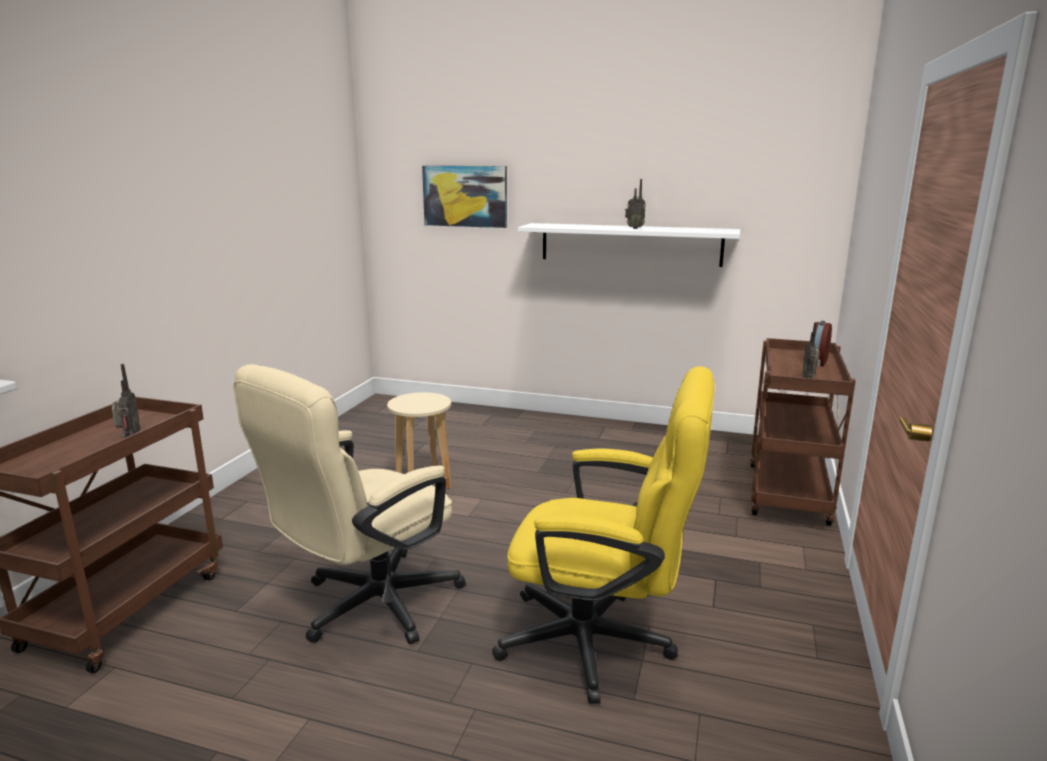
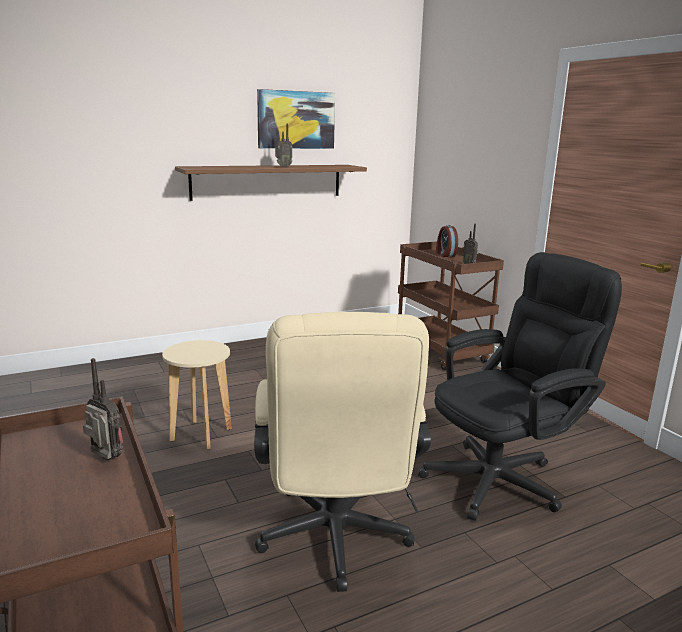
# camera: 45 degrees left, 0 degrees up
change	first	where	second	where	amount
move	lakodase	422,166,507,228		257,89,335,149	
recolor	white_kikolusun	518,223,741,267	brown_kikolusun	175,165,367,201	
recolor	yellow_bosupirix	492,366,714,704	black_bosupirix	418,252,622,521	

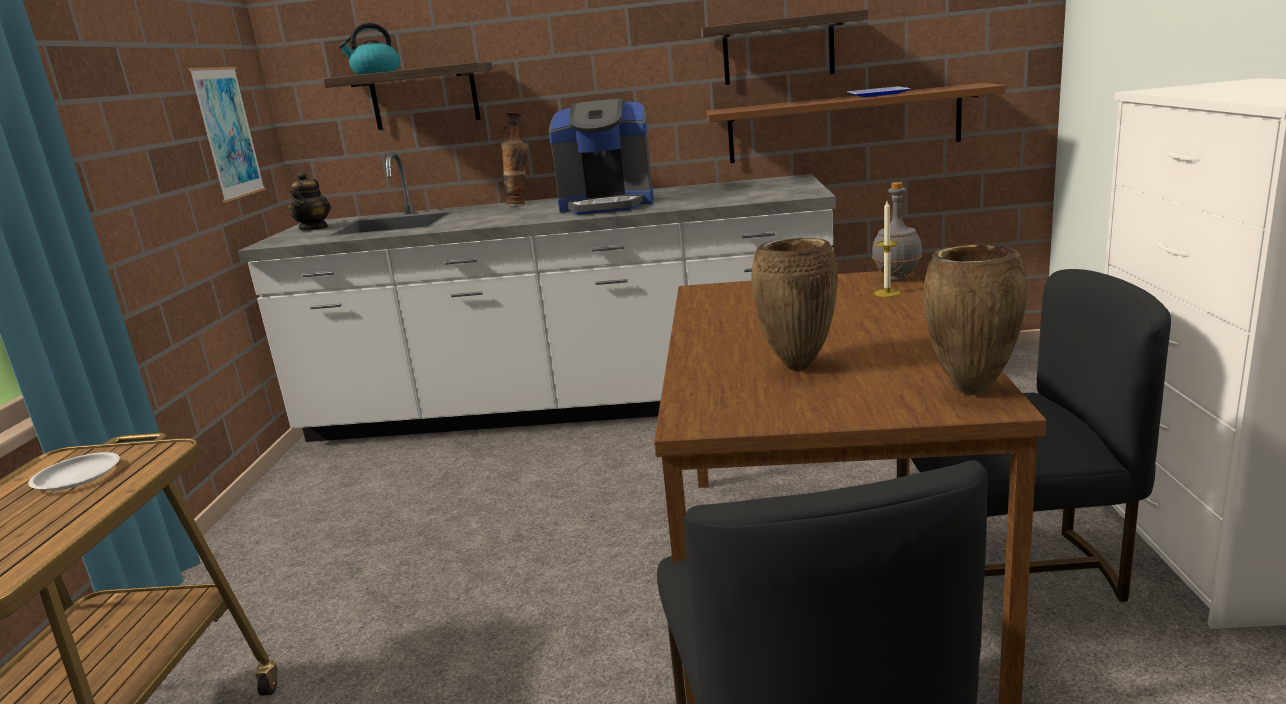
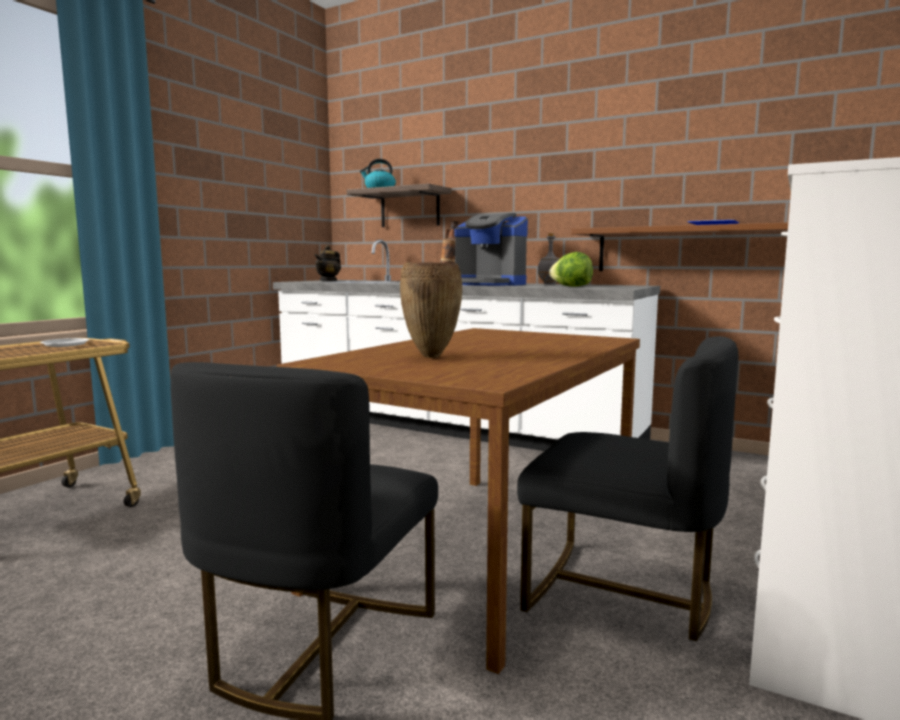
# camera: 25 degrees right, 10 degrees down
change	first	where	second	where	amount
delete	kikolusun	701,9,868,85			
delete	lakodase	188,67,266,202			
move	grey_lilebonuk	872,182,922,281		538,233,560,284	
delete	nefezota	875,201,900,297			
delete	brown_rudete	924,244,1027,395			
insert			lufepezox	549,252,593,287	

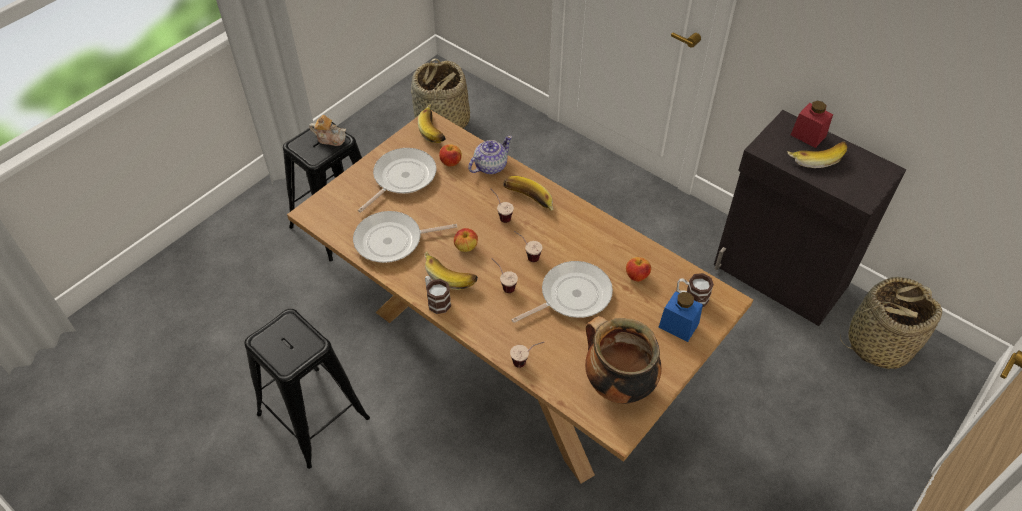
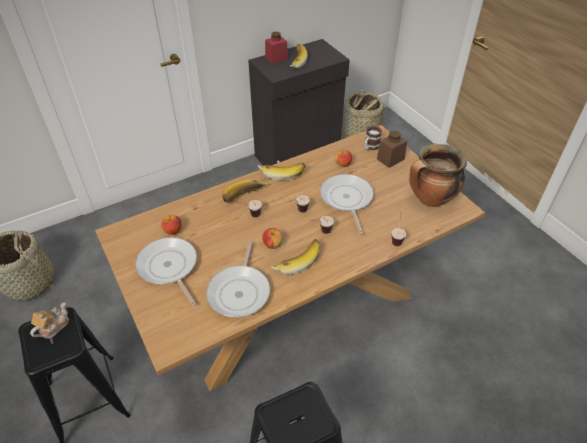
# camera: 70 degrees left, 5 degrees down
change	first	where	second	where	amount
move	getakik	418,104,446,143		258,162,306,180	
delete	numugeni	468,135,512,174			
delete	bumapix	425,276,451,314			
recolor	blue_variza	659,291,703,342	brown_variza	377,131,407,168	

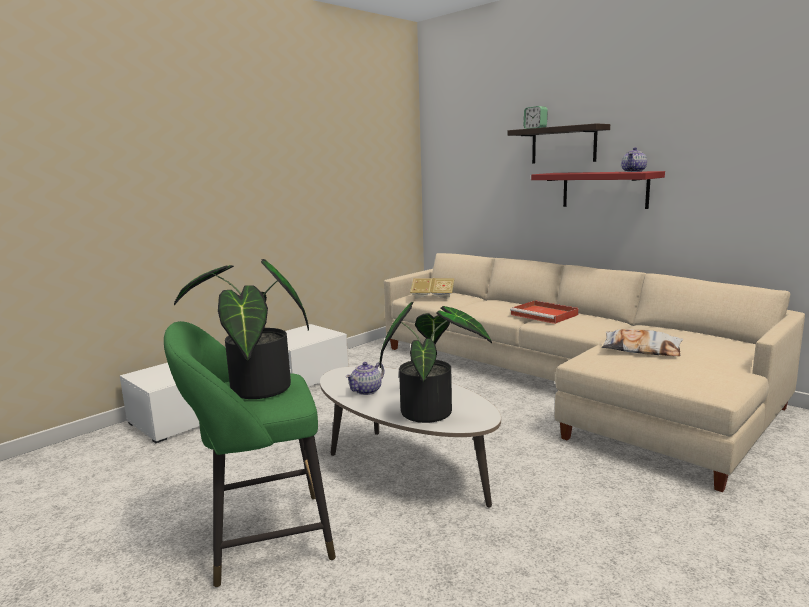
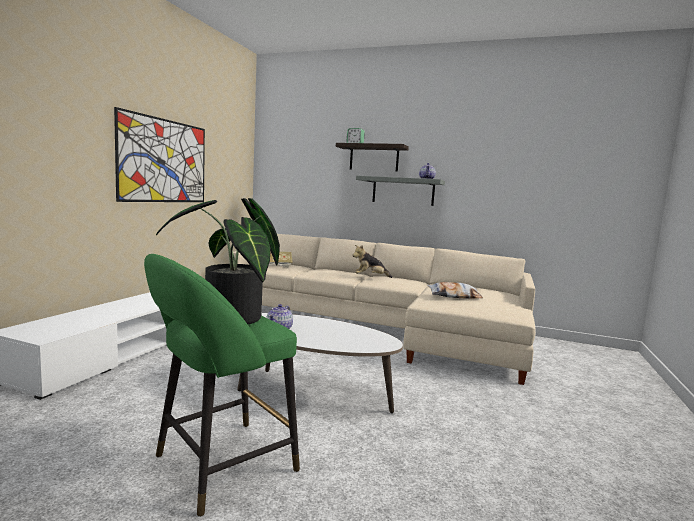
# camera: 25 degrees left, 5 degrees down
change	first	where	second	where	amount
recolor	red_kikolusun	531,171,665,209	grey_kikolusun	356,176,445,206	
replace	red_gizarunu	510,300,579,324	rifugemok	353,245,393,278	
delete	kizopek	379,302,492,423			
insert			lakodase	114,107,205,202	

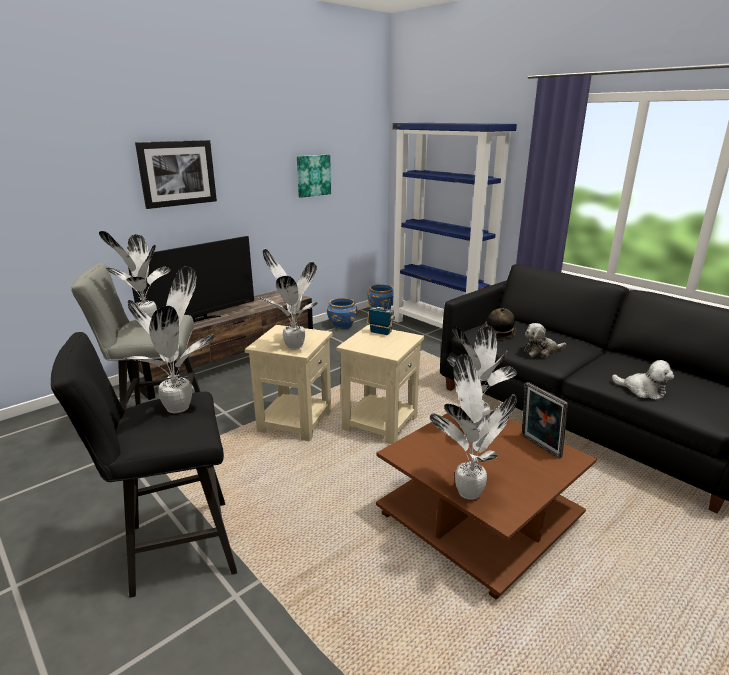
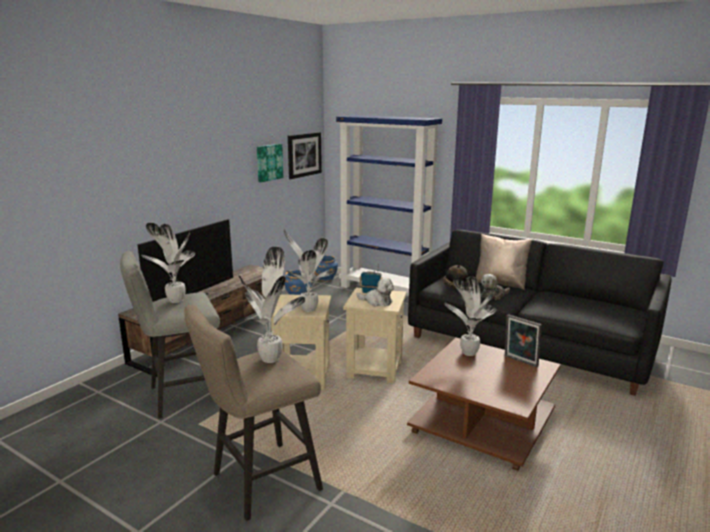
# camera: 15 degrees left, 5 degrees down
change	first	where	second	where	amount
move	lakodase	135,140,217,209		288,132,322,179	
recolor	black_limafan	51,332,237,598	beige_limafan	184,305,323,521	
delete	kizopek	430,355,517,500			
move	rifugemok	612,360,674,400		356,277,394,307	
insert			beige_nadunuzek	476,234,532,290	

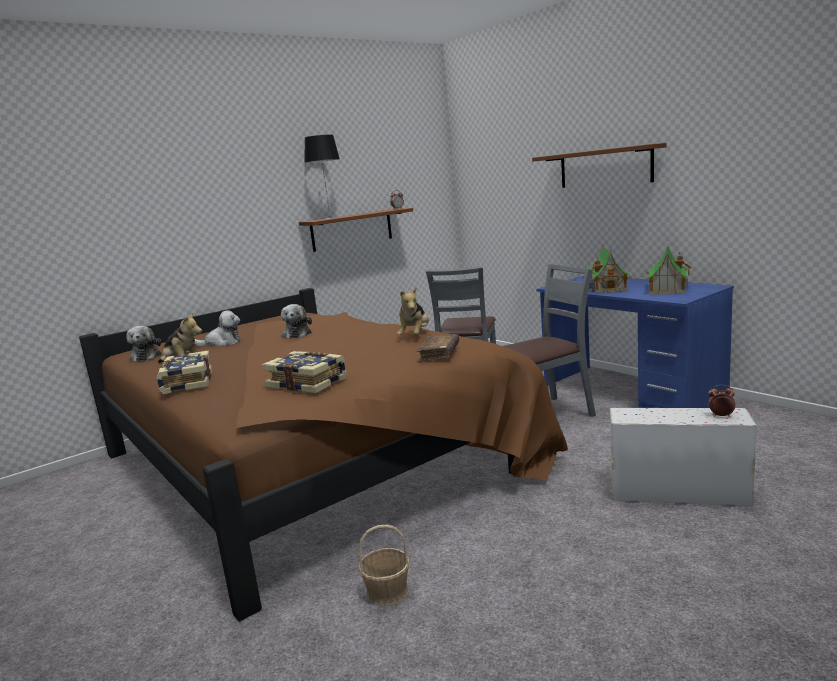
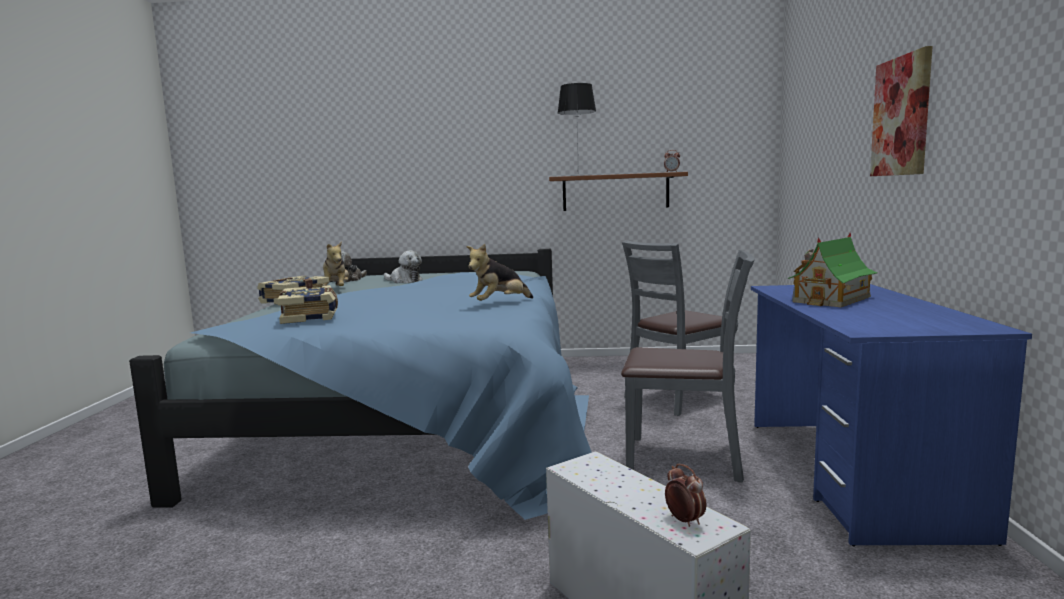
# camera: 40 degrees right, 5 degrees down
change	first	where	second	where	amount
replace	brown_kikolusun	532,143,667,188	lakodase	870,46,933,176	
delete	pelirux	647,246,691,295			
recolor	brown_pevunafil	79,288,568,621	blue_pevunafil	129,249,592,520	
delete	rifugemok	281,304,312,339			
delete	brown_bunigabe	417,334,459,363			
delete	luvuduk	358,525,410,606			

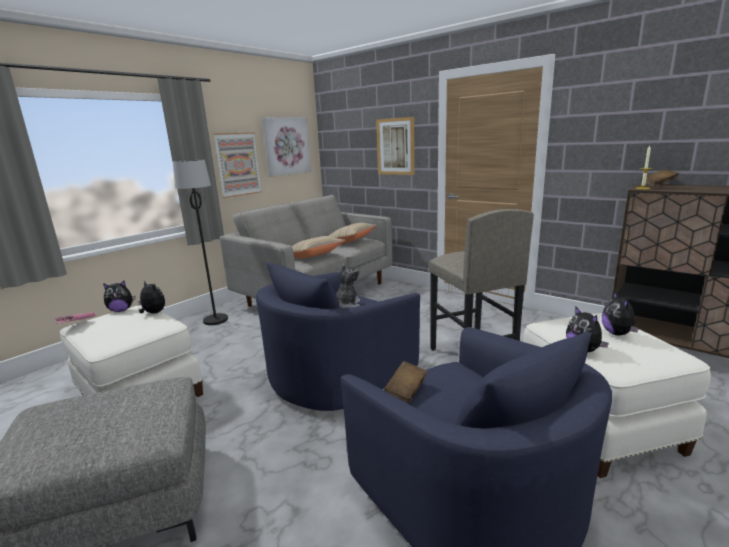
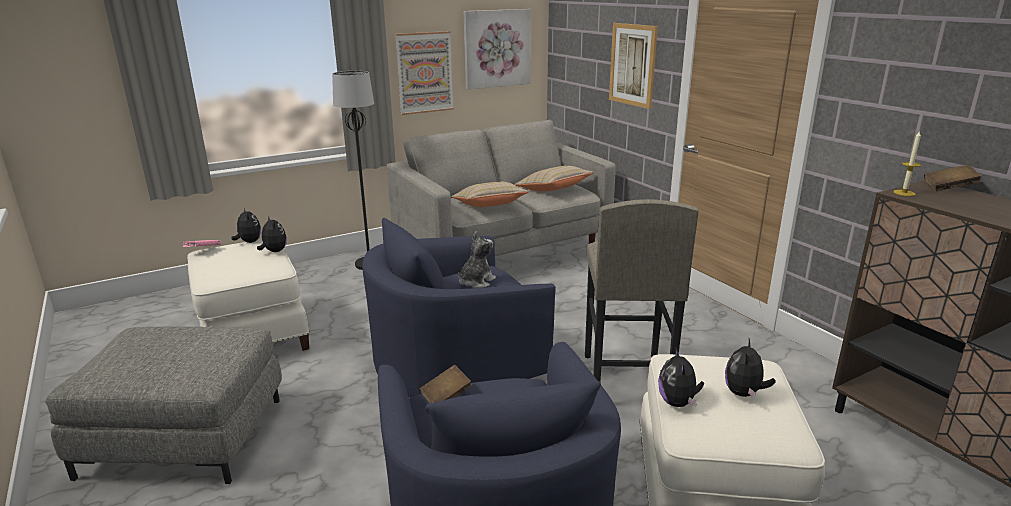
# camera: 20 degrees right, 5 degrees up
change	first	where	second	where	amount
rotate	rifugemok	103,281,136,312		231,207,261,243	120 degrees counterclockwise

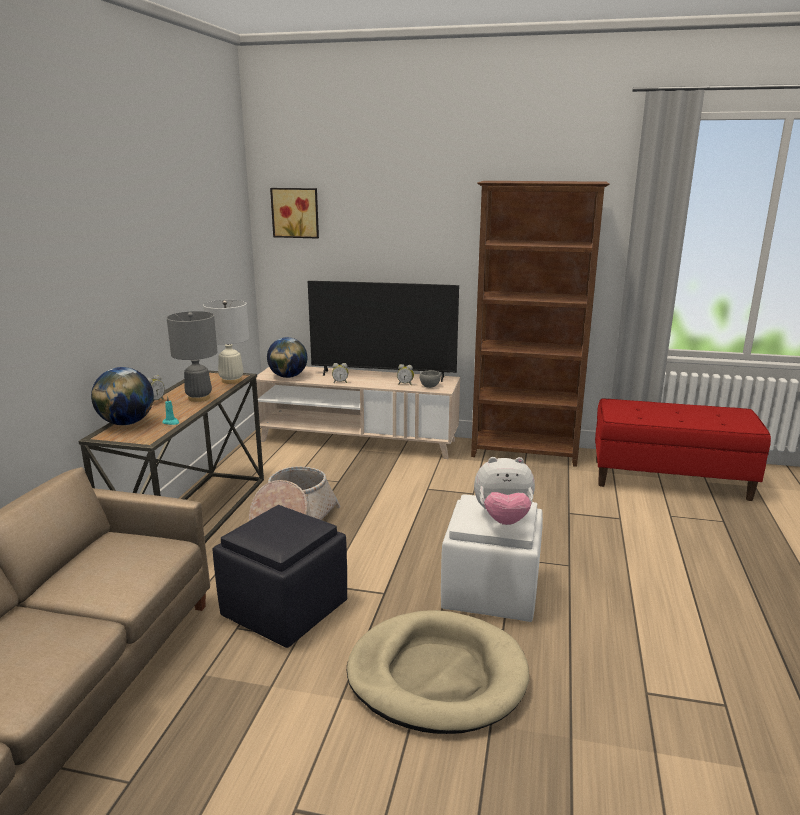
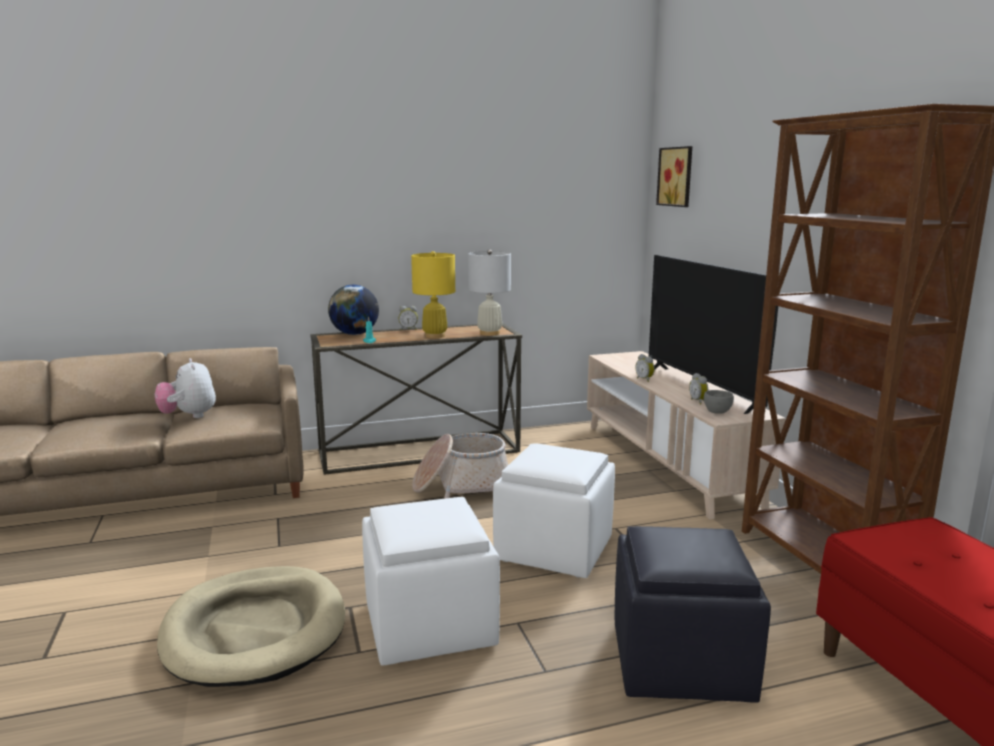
# camera: 60 degrees right, 5 degrees down
change	first	where	second	where	amount
recolor	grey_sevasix	167,311,218,402	yellow_sevasix	411,251,455,338	
delete	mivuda	267,337,308,378			
move	rifugemok	474,457,535,525		155,358,216,418	
move	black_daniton	213,505,347,648		615,526,771,703	
insert			white_daniton	493,443,615,578	

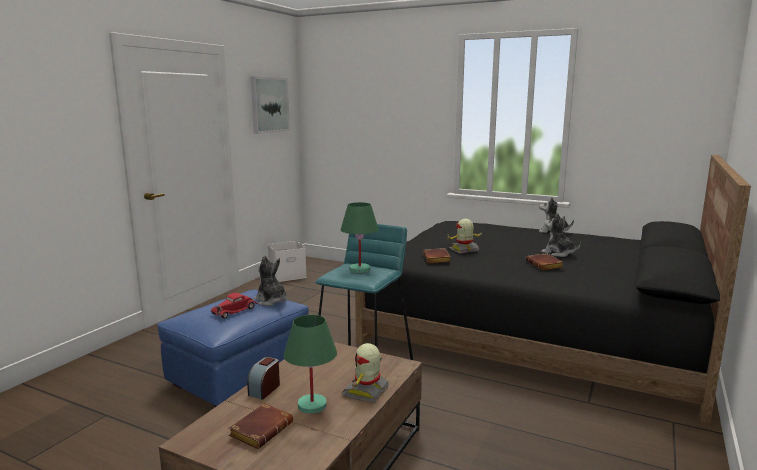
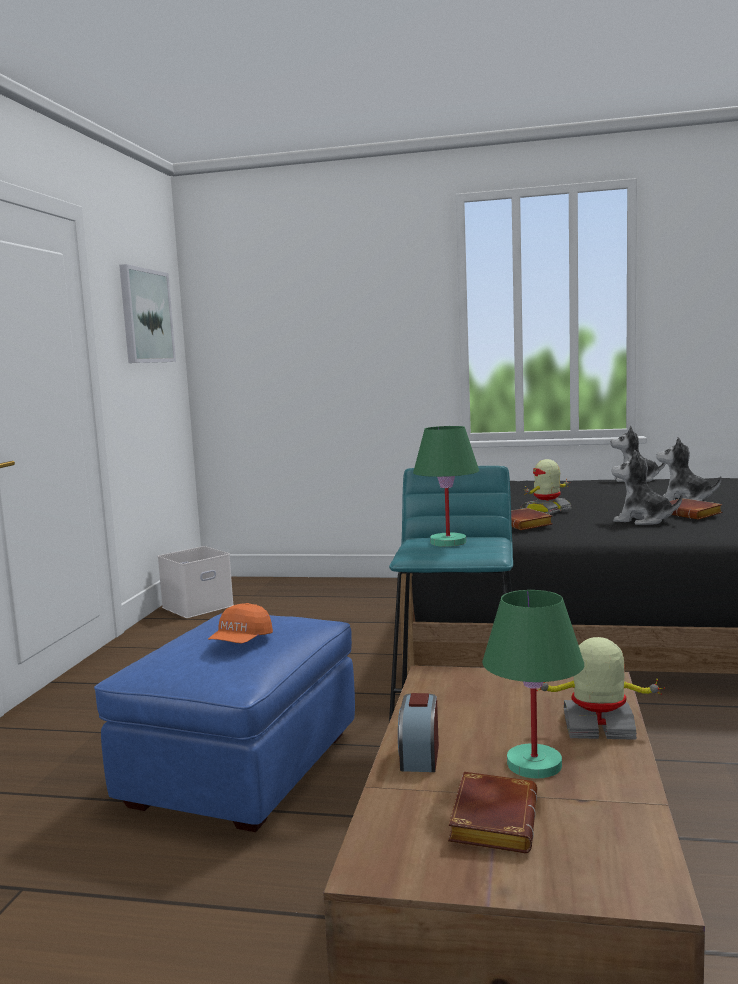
# camera: 15 degrees left, 5 degrees down
change	first	where	second	where	amount
move	rifugemok	254,255,287,306		612,450,682,525	
replace	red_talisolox	211,293,258,319	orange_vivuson	208,603,273,643	
rotate	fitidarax	342,343,389,403		537,637,666,740	90 degrees clockwise

